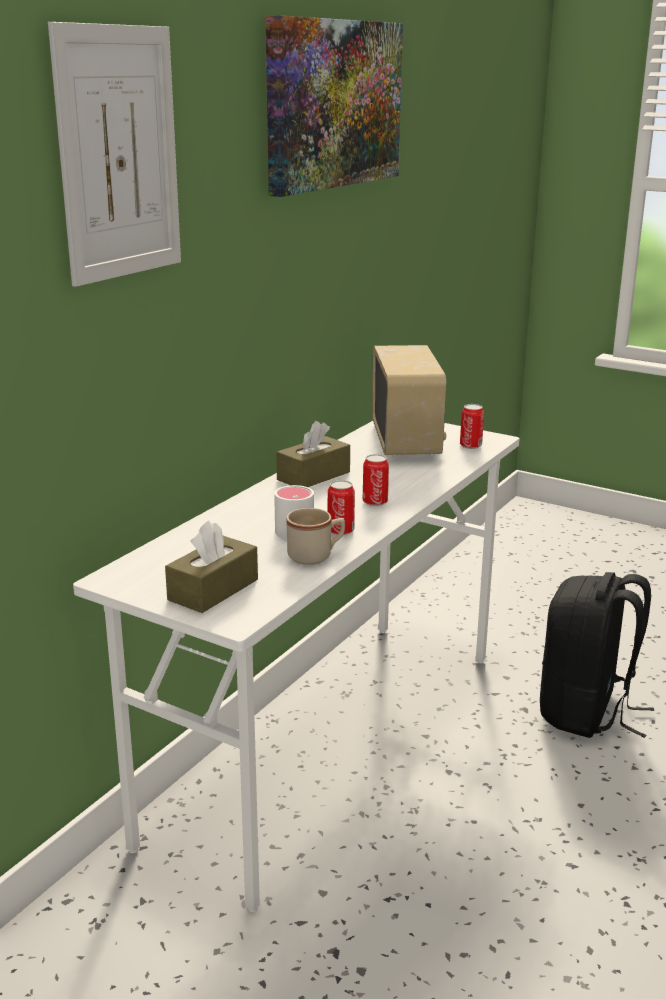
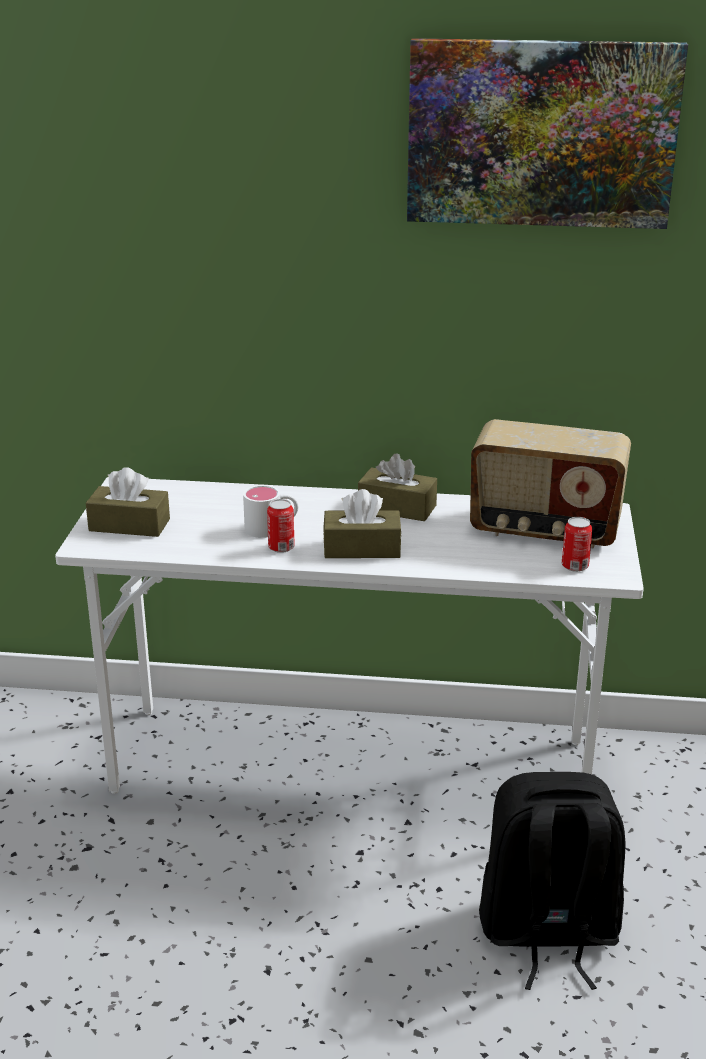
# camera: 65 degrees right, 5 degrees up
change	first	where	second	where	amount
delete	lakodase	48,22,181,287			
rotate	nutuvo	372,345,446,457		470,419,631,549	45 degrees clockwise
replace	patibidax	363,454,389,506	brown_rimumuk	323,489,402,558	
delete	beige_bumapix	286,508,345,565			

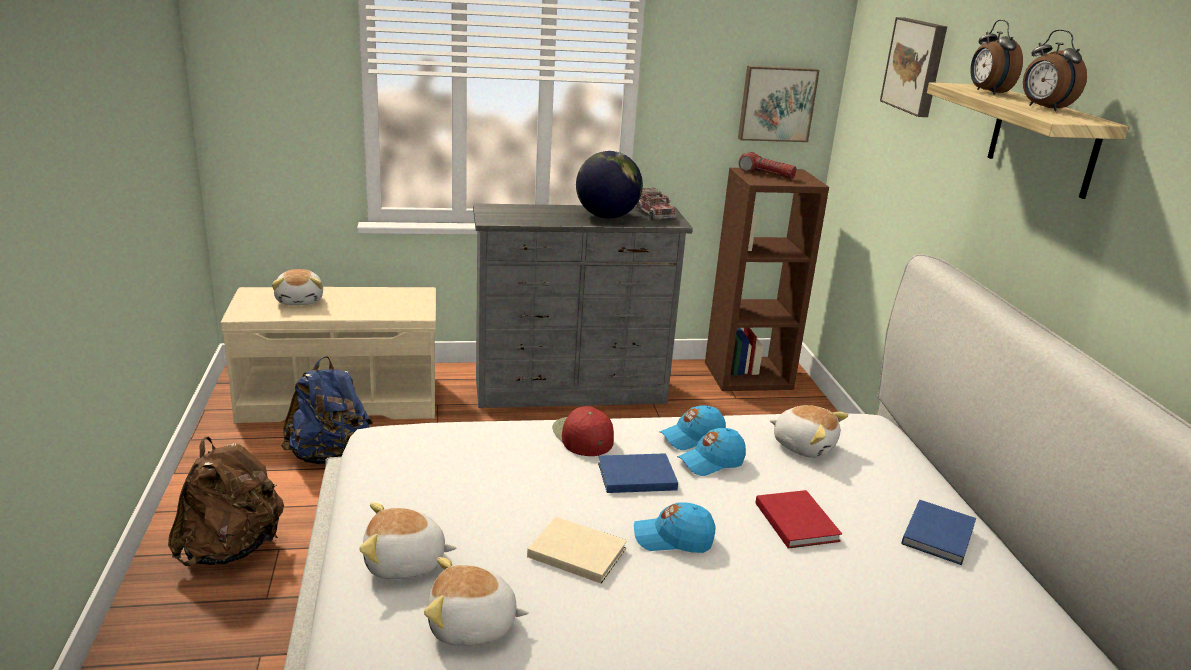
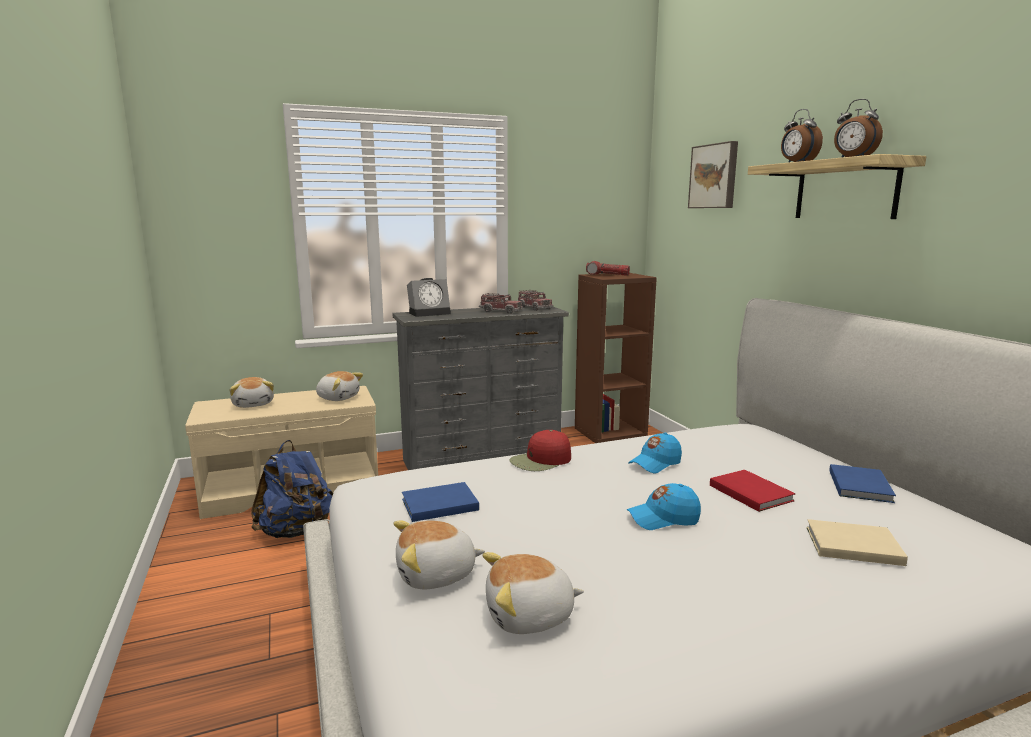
# camera: 10 degrees left, 10 degrees down
change	first	where	second	where	amount
delete	lakodase	738,66,820,142			
replace	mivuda	576,151,643,219	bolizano	479,293,523,314	
delete	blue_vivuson	660,405,726,450			
move	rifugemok	770,405,848,458		316,371,363,401	
rotate	red_vivuson	552,406,614,456		509,430,571,471	90 degrees counterclockwise
delete	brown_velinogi	168,437,284,566			
move	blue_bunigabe	598,453,678,493		402,482,479,522	
move	beige_bunigabe	527,517,627,584		807,519,908,566	
insert			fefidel	407,278,451,317	

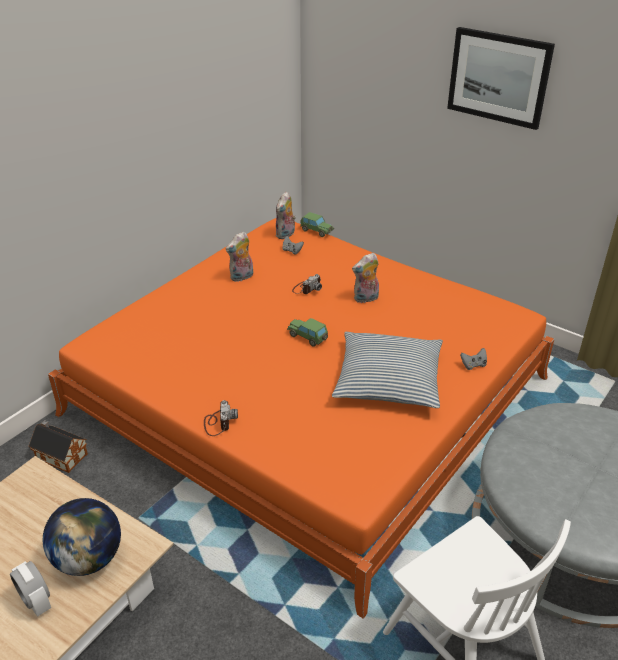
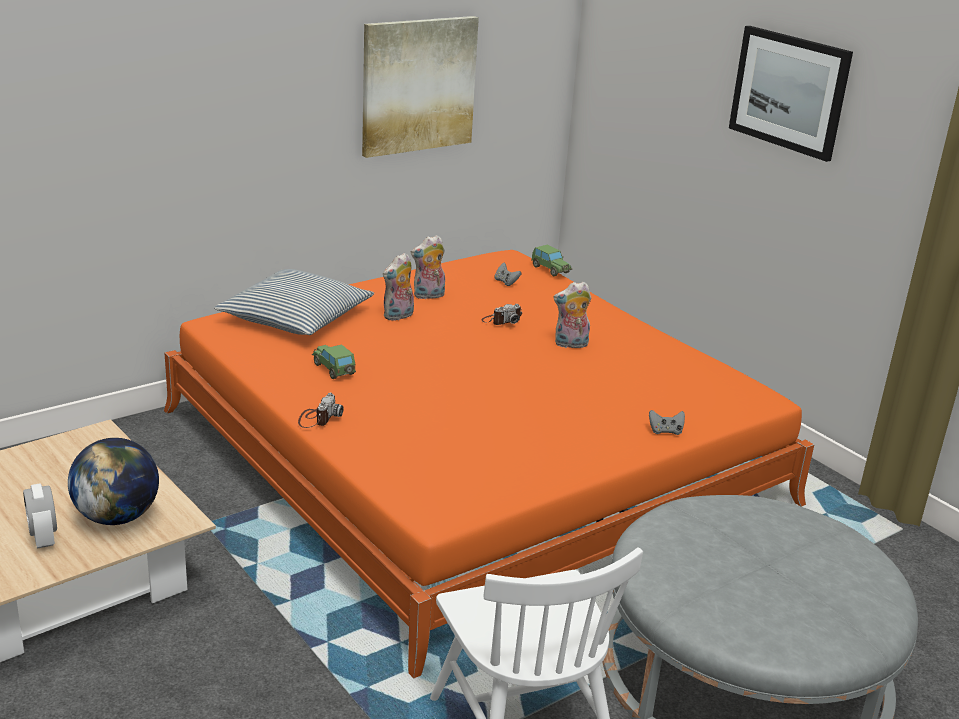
# camera: 15 degrees right, 10 degrees down
change	first	where	second	where	amount
move	rifugemok	276,191,296,239		383,253,414,321	
move	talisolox	287,318,328,347		312,344,356,379	
move	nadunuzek	332,332,443,408		214,269,374,335	
delete	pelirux	28,420,88,473			
insert			lakodase	362,16,479,158	

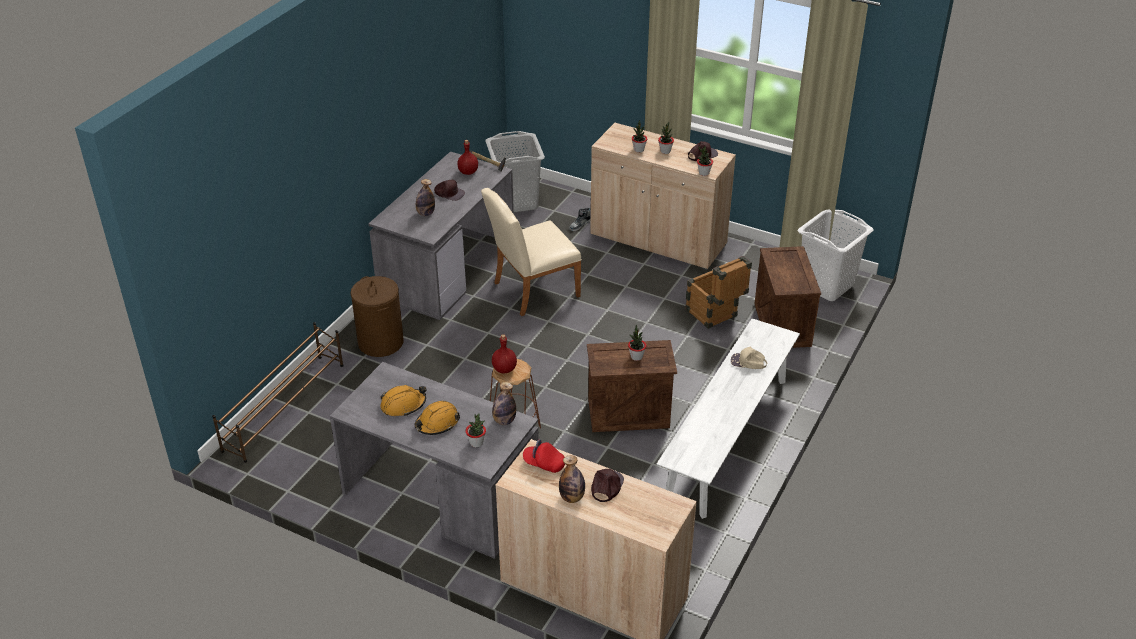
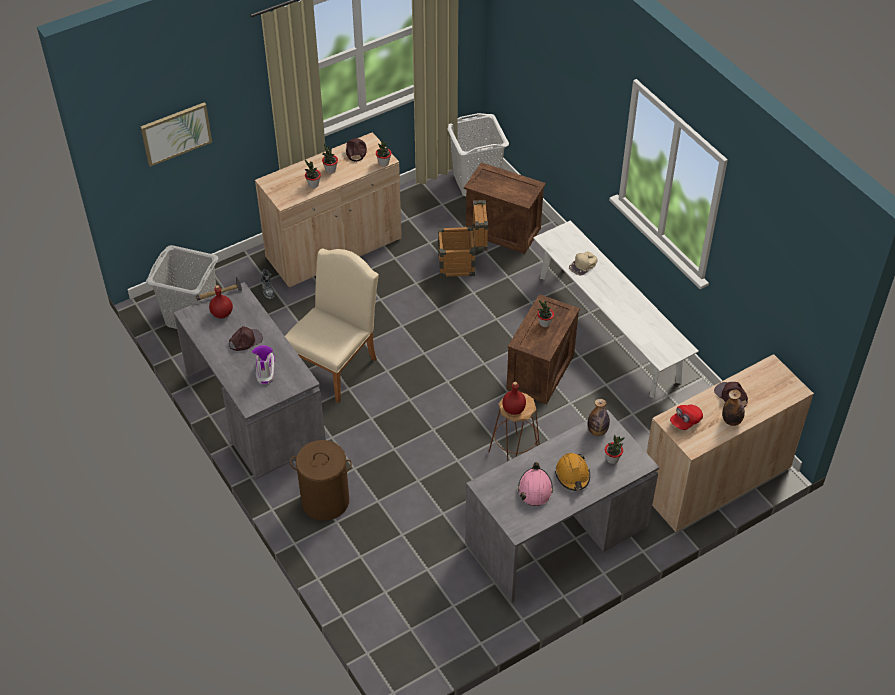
# camera: 60 degrees left, 10 degrees up
change	first	where	second	where	amount
replace	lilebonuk	416,179,435,216	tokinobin	252,345,275,384	
rotate	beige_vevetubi	481,188,582,316		285,248,379,403	150 degrees counterclockwise
delete	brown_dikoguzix	212,322,343,463			
recolor	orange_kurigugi	381,385,426,416	pink_kurigugi	518,462,553,506	
insert			lakodase	140,102,212,167	

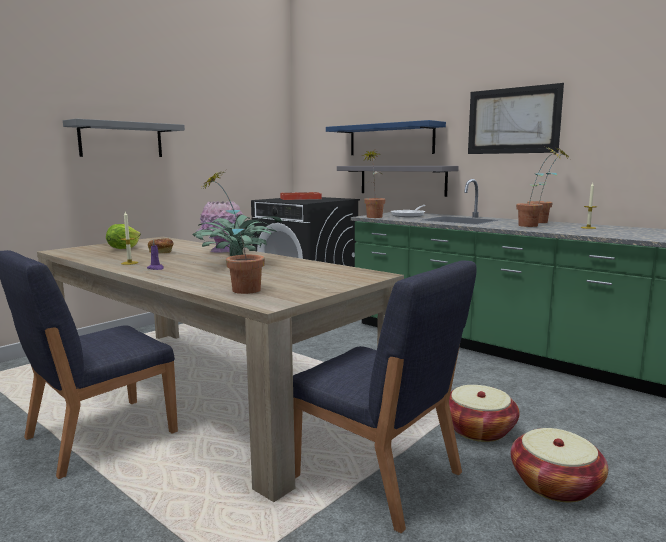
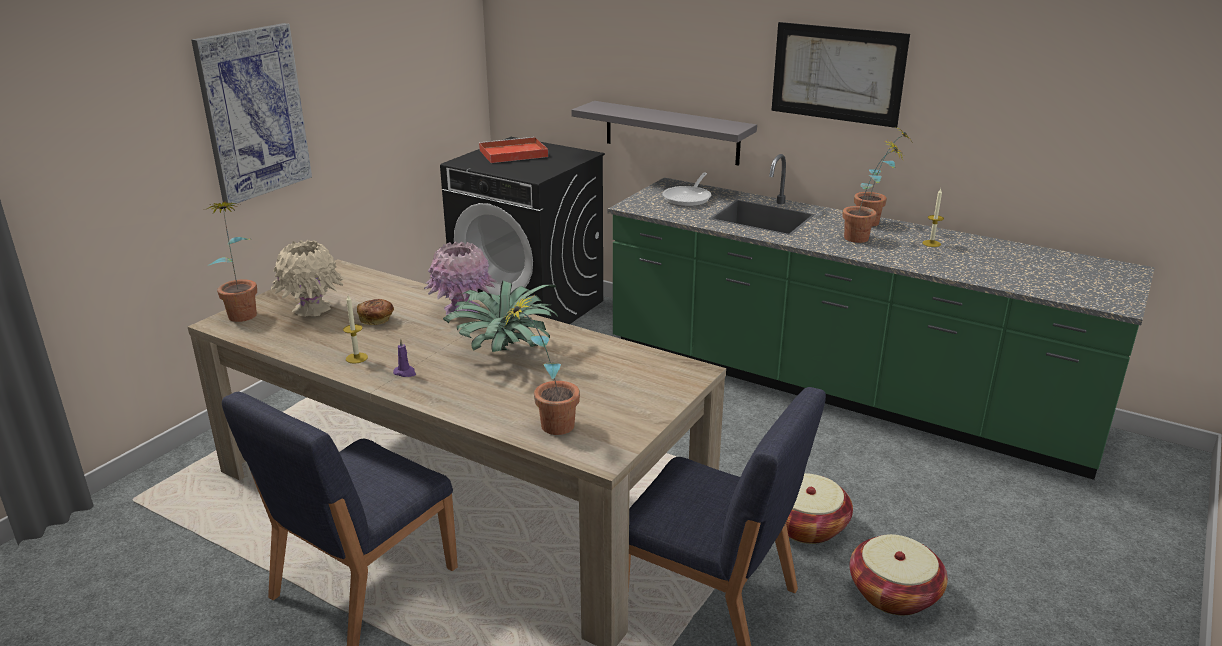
# camera: 10 degrees left, 15 degrees up
change	first	where	second	where	amount
replace	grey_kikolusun	63,119,185,157	lakodase	191,23,312,206	
delete	blue_kikolusun	326,120,446,155			
move	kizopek	364,150,385,218		207,201,257,322	
replace	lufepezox	106,224,141,249	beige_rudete	271,240,344,317	

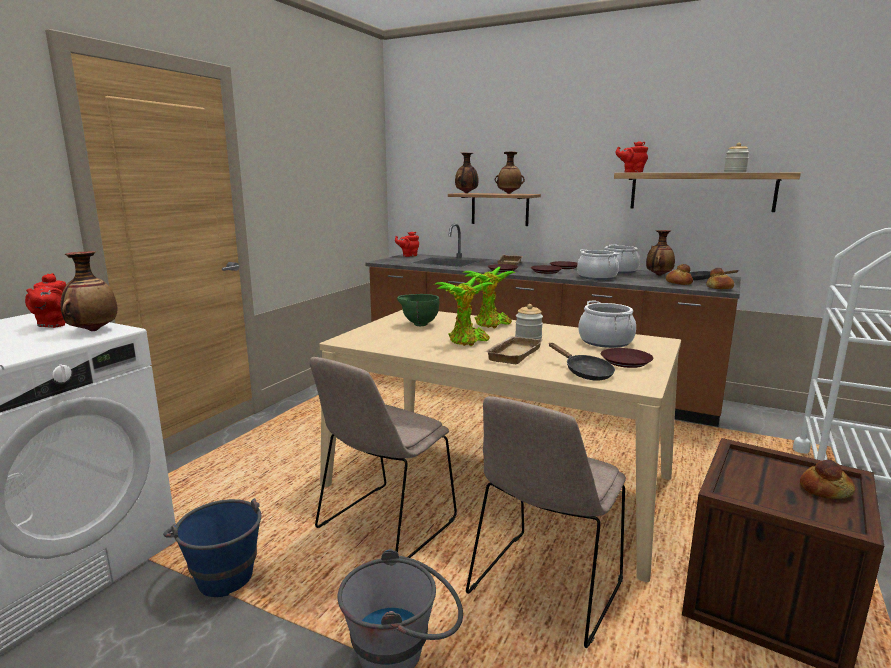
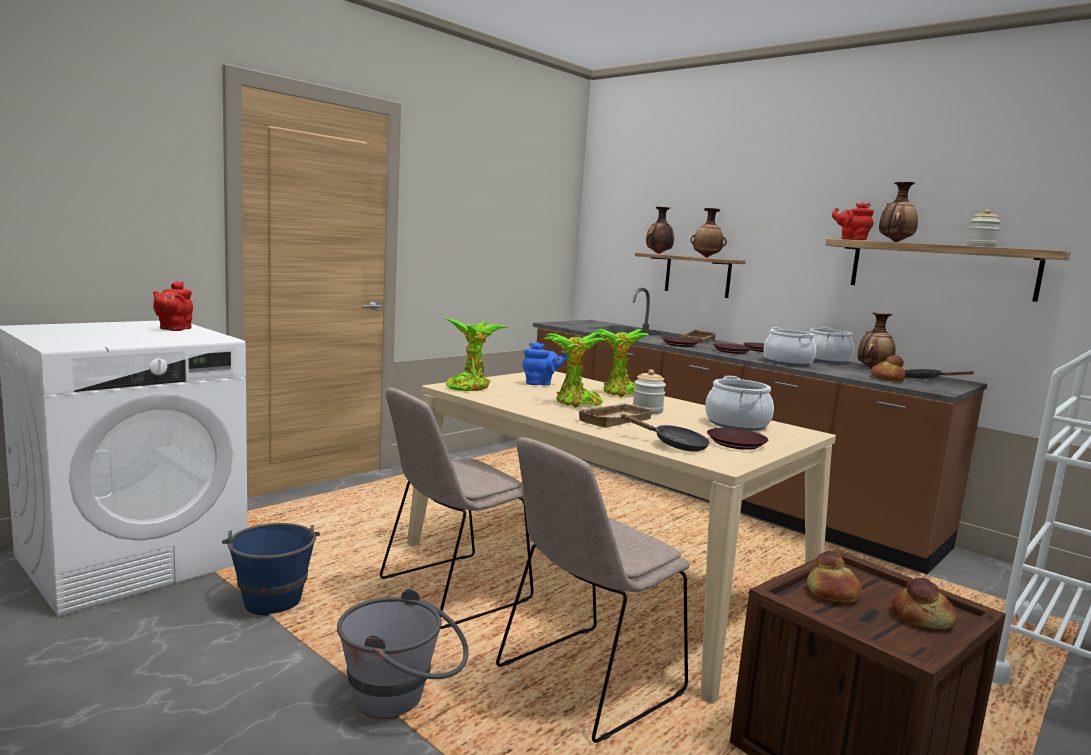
# camera: 15 degrees right, 5 degrees down
change	first	where	second	where	amount
delete	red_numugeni	395,232,419,257			
move	rudete	60,251,118,331		879,182,918,242	
move	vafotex	706,268,734,289		807,551,862,602	
replace	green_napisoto	397,294,439,326	blue_numugeni	522,342,567,385	
rotate	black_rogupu	549,343,615,381		620,414,710,452	45 degrees counterclockwise
insert			kizopek	445,318,508,391	

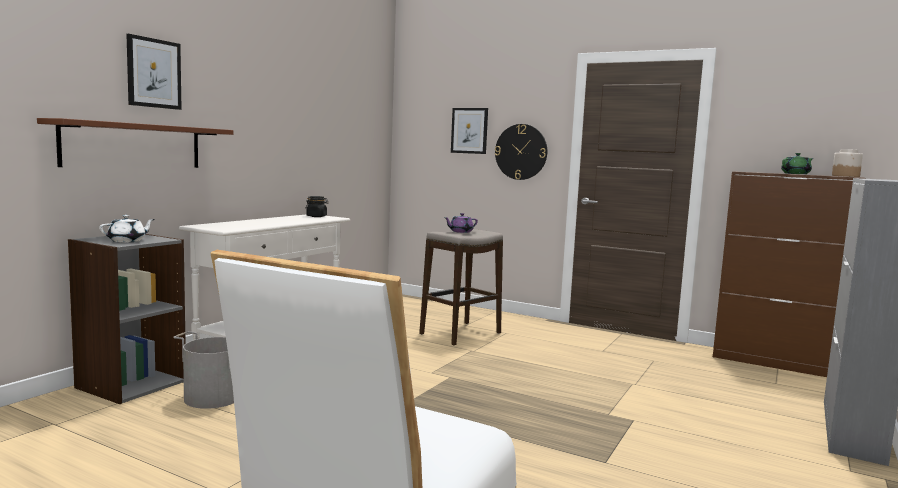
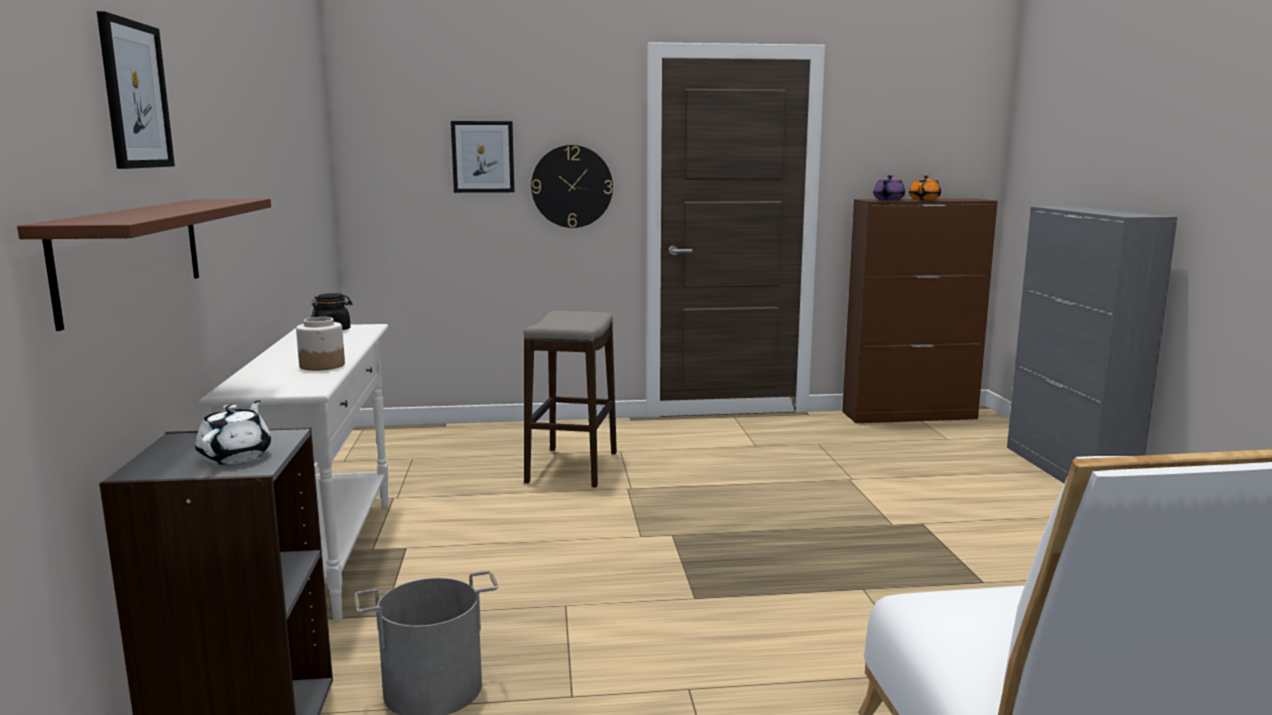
# camera: 35 degrees left, 5 degrees up
change	first	where	second	where	amount
move	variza	832,149,863,177		296,317,345,371	
recolor	green_numugeni	781,153,813,174	orange_numugeni	909,175,941,200	
move	purple_numugeni	444,213,478,233		873,175,905,200	

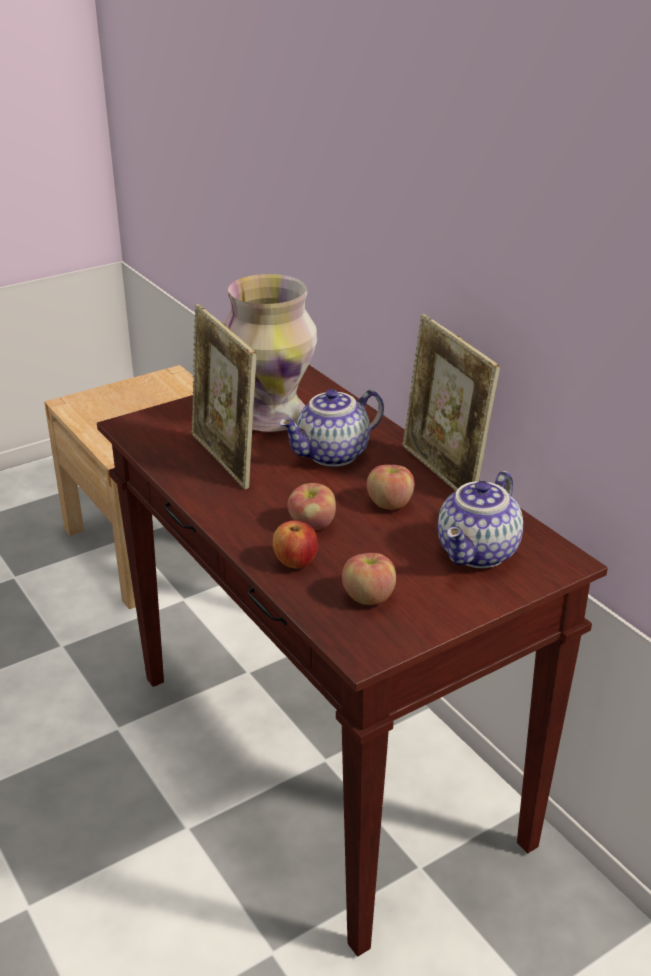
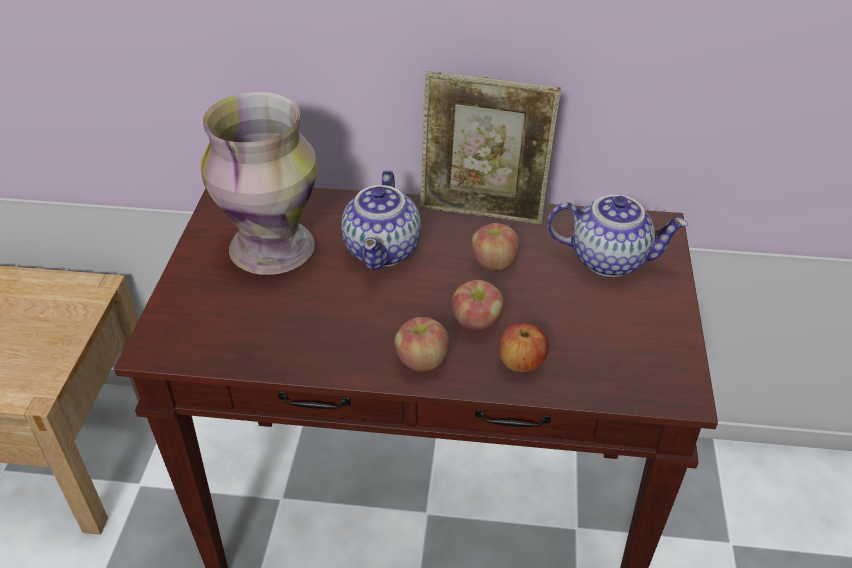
# camera: 50 degrees left, 10 degrees up
change	first	where	second	where	amount
delete	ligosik	191,304,257,489			
rotate	numugeni	438,471,523,568		547,195,688,277	60 degrees counterclockwise
move	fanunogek	342,553,396,605		395,317,449,372	

